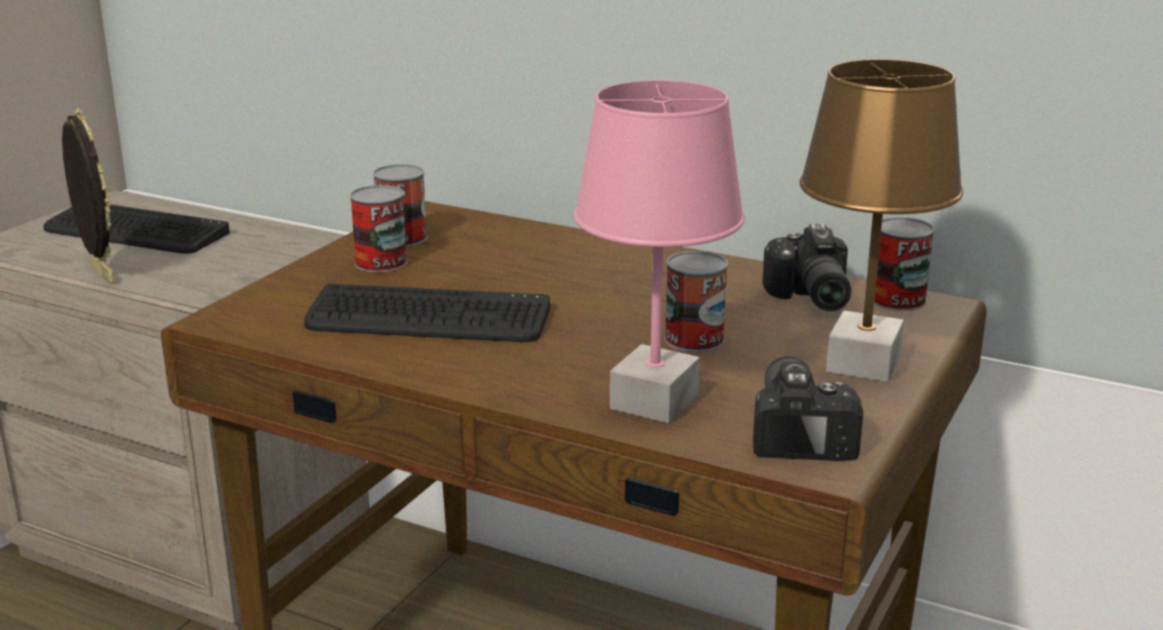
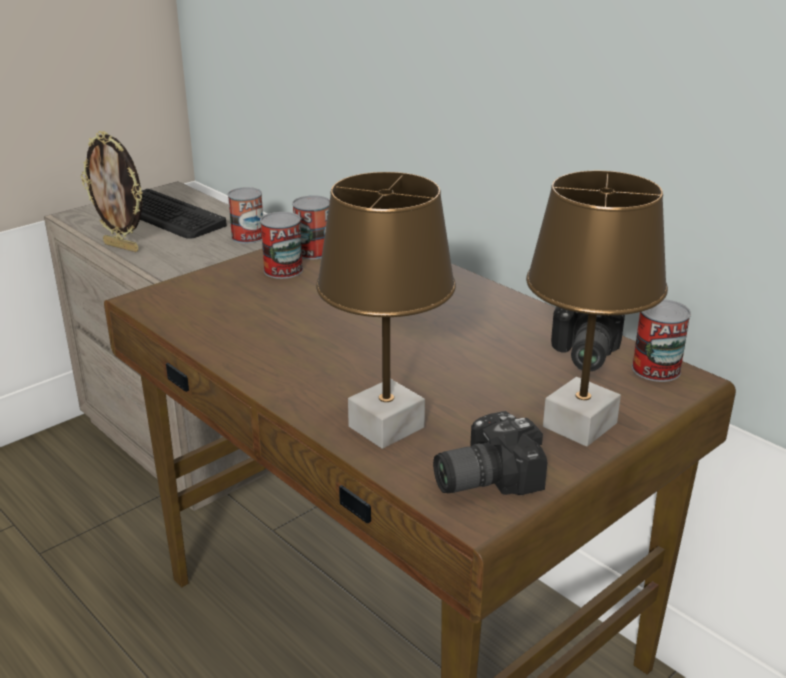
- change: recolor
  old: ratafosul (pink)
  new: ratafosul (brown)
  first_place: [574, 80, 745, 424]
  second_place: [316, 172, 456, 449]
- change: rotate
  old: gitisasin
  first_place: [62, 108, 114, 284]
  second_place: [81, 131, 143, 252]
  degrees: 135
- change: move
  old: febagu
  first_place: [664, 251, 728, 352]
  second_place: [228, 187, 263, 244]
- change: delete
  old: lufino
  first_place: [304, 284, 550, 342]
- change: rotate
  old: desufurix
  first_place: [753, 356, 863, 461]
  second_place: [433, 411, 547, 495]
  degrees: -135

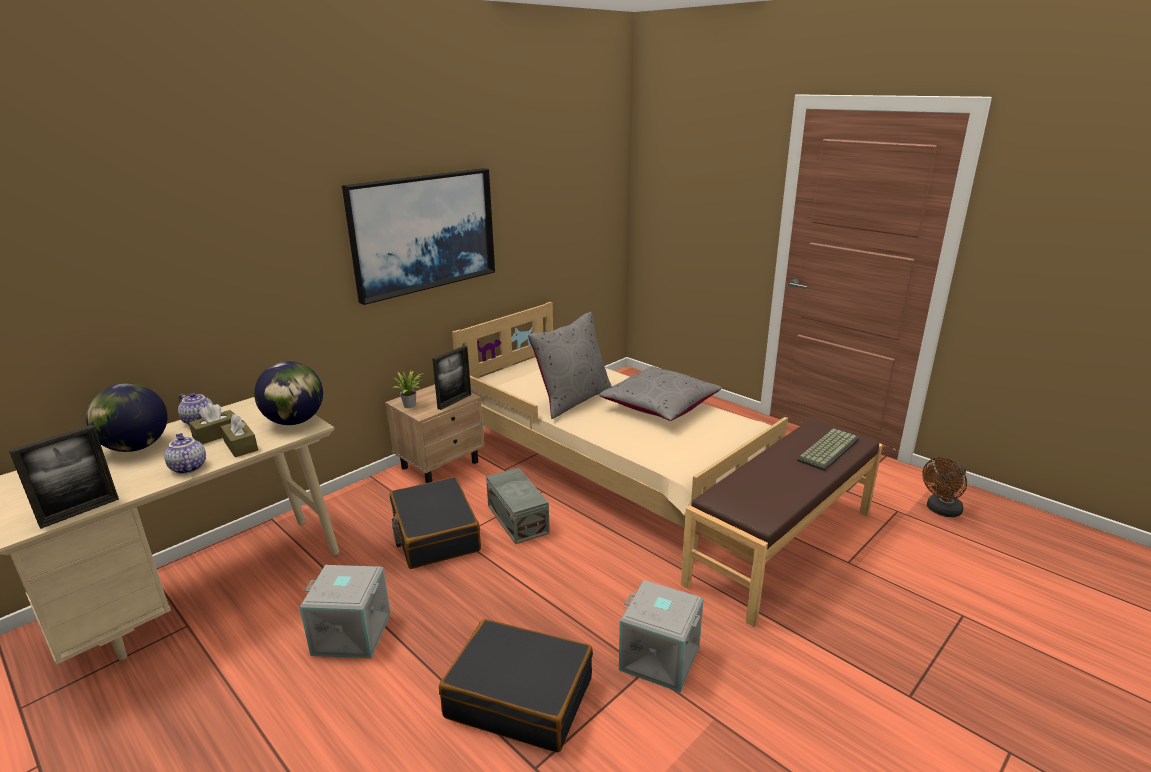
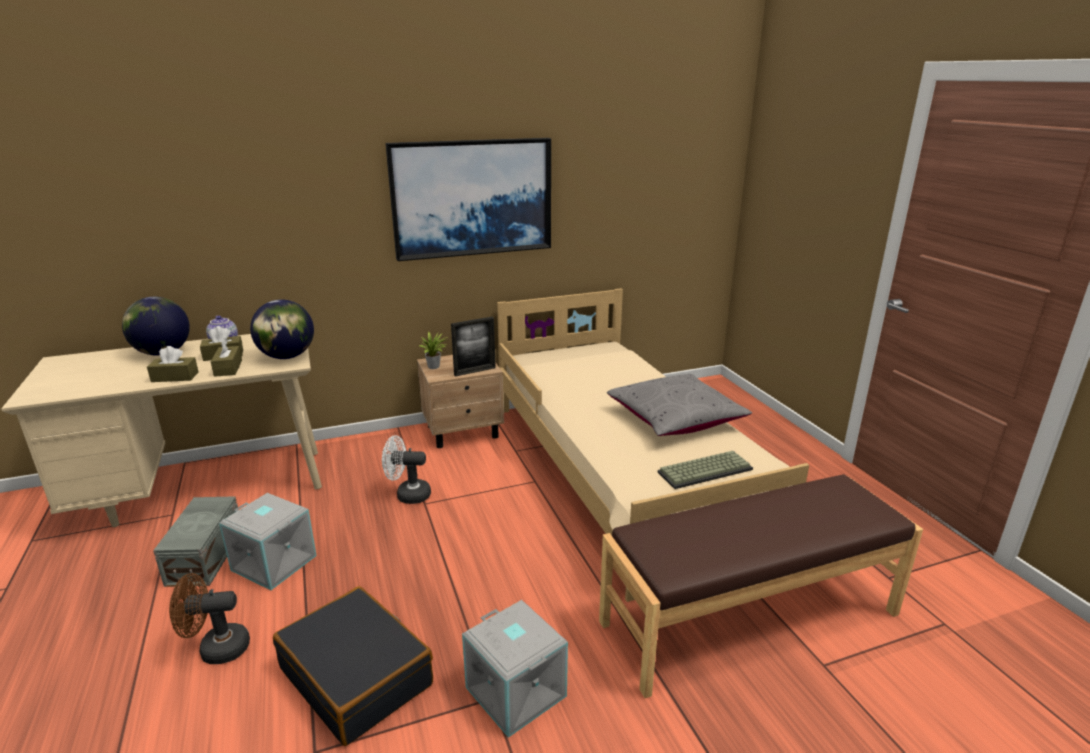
- change: delete
  old: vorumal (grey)
  first_place: [528, 312, 612, 419]
- change: delete
  old: gitisasin
  first_place: [9, 425, 119, 529]
- change: move
  old: lufino
  first_place: [797, 428, 859, 471]
  second_place: [658, 451, 753, 489]
- change: replace
  old: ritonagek
  new: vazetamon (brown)
  first_place: [164, 433, 206, 474]
  second_place: [147, 346, 198, 382]
- change: move
  old: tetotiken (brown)
  first_place: [922, 457, 967, 517]
  second_place: [169, 573, 250, 664]
- change: move
  old: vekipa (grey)
  first_place: [486, 468, 550, 544]
  second_place: [153, 496, 238, 587]
- change: replace
  old: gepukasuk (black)
  new: tetotiken (white)
  first_place: [390, 477, 481, 569]
  second_place: [382, 435, 431, 504]

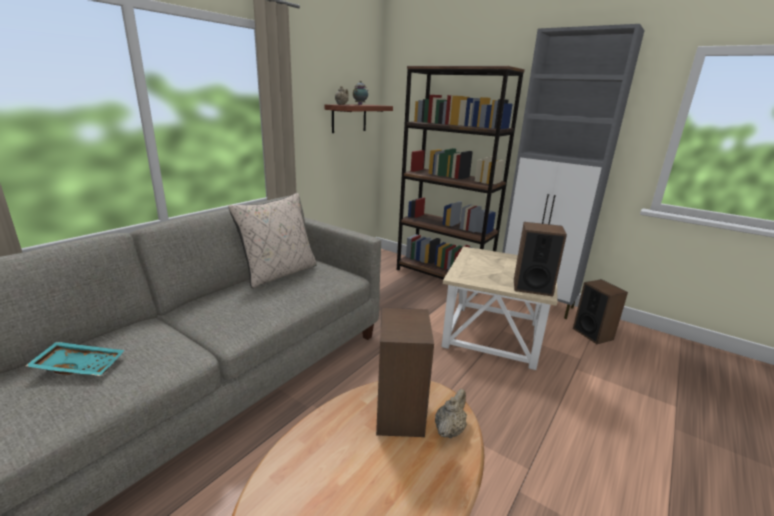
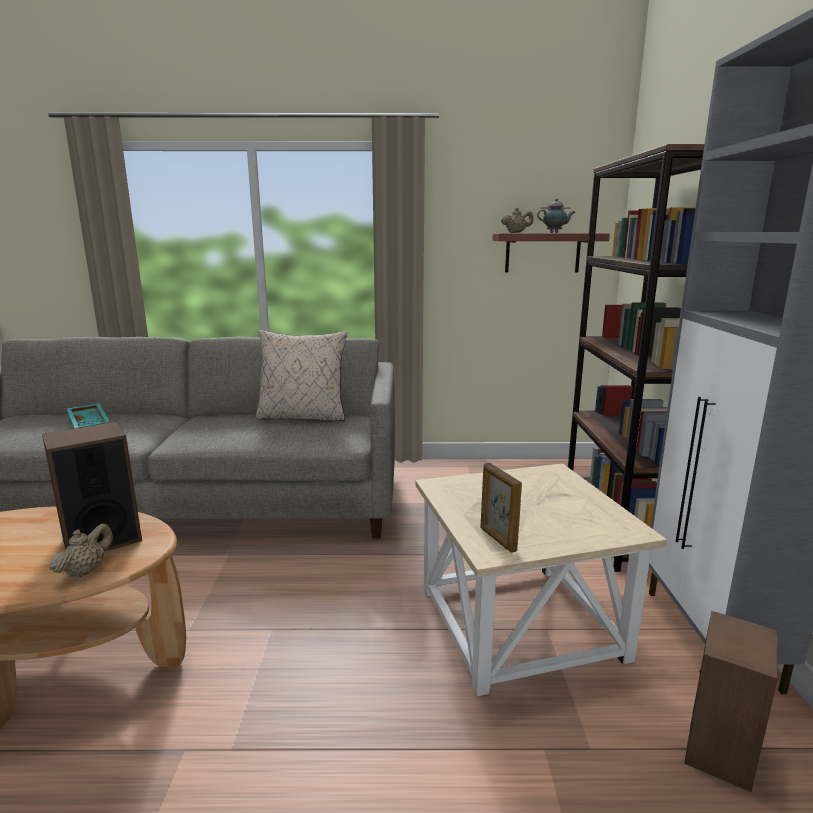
- change: replace
  old: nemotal
  new: gitisasin
  first_place: [514, 222, 567, 296]
  second_place: [480, 463, 522, 553]
- change: rotate
  old: ritonagek (beige)
  first_place: [435, 389, 467, 438]
  second_place: [50, 523, 113, 578]
  degrees: -60

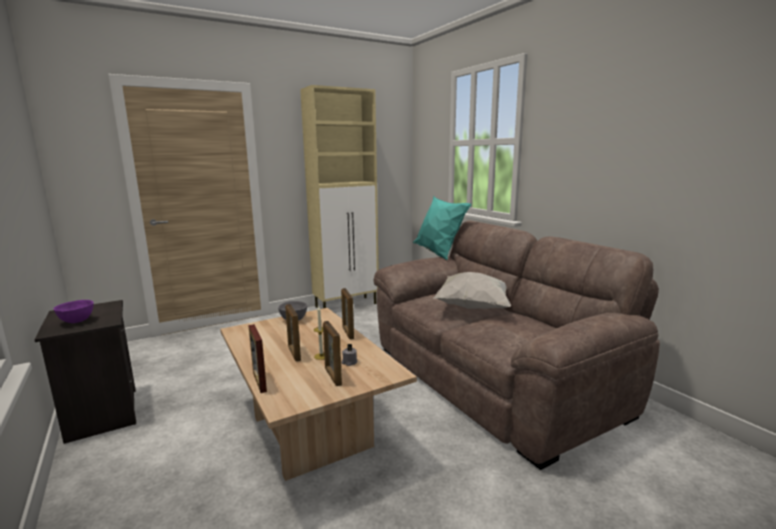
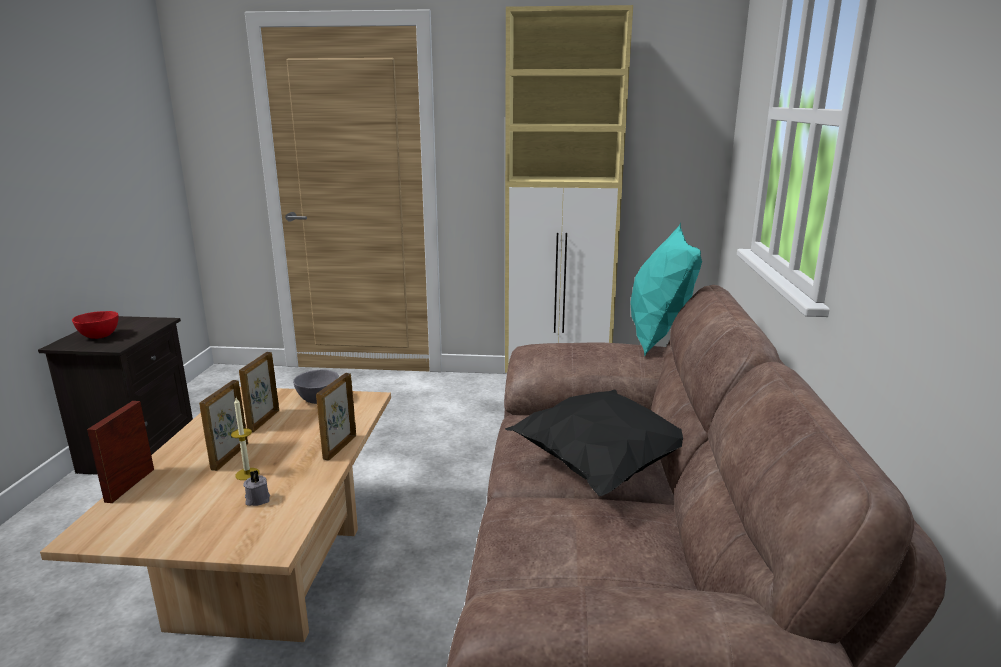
- change: recolor
  old: vorumal (white)
  new: vorumal (black)
  first_place: [434, 272, 511, 309]
  second_place: [505, 390, 683, 496]
- change: recolor
  old: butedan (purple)
  new: butedan (red)
  first_place: [53, 300, 94, 323]
  second_place: [72, 311, 119, 339]
- change: move
  old: gitisasin
  first_place: [323, 321, 342, 386]
  second_place: [239, 352, 279, 432]

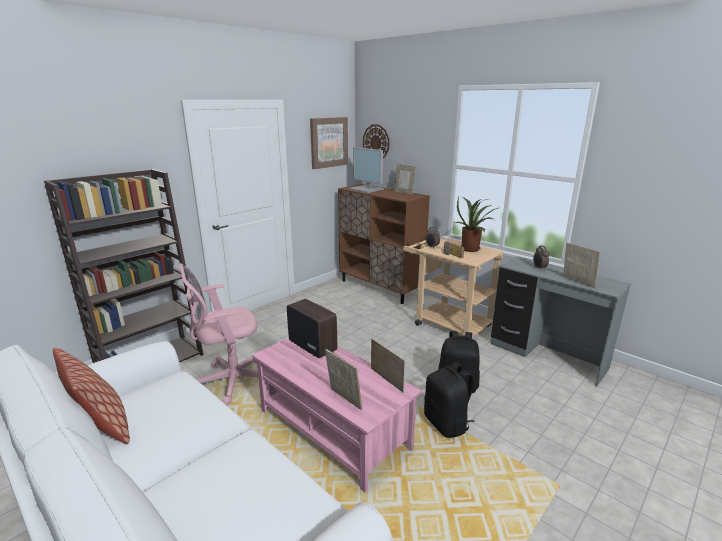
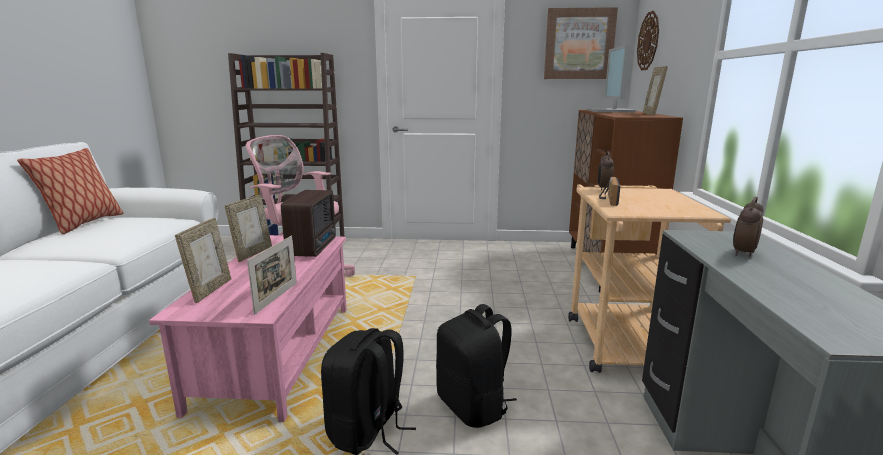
- change: delete
  old: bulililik
  first_place: [454, 196, 498, 252]
- change: move
  old: gitisasin
  first_place: [563, 243, 600, 288]
  second_place: [224, 195, 272, 262]

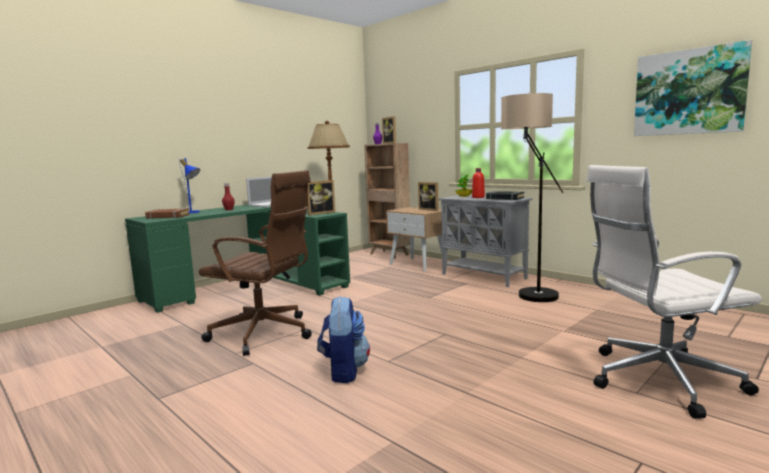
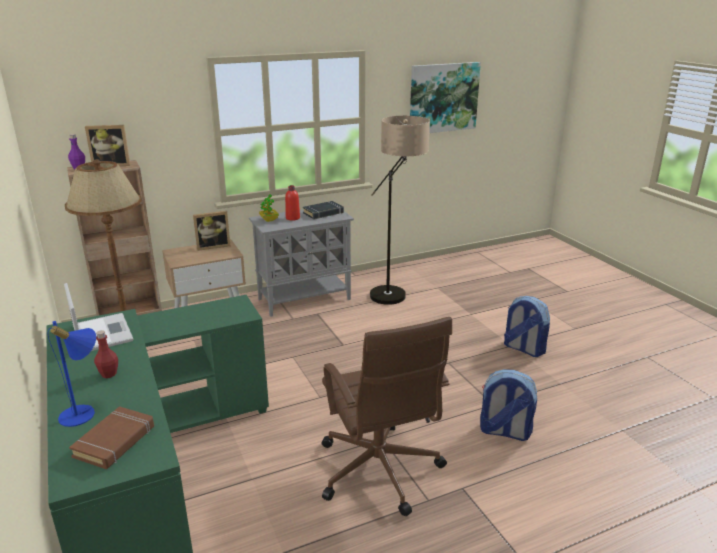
- change: delete
  old: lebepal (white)
  first_place: [586, 165, 762, 419]
- change: rotate
  old: lebepal (brown)
  first_place: [199, 170, 312, 356]
  second_place: [321, 317, 452, 516]
  degrees: 120
- change: delete
  old: gitisasin
  first_place: [307, 180, 335, 215]
- change: insert
  new: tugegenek
  second_place: [504, 296, 550, 357]

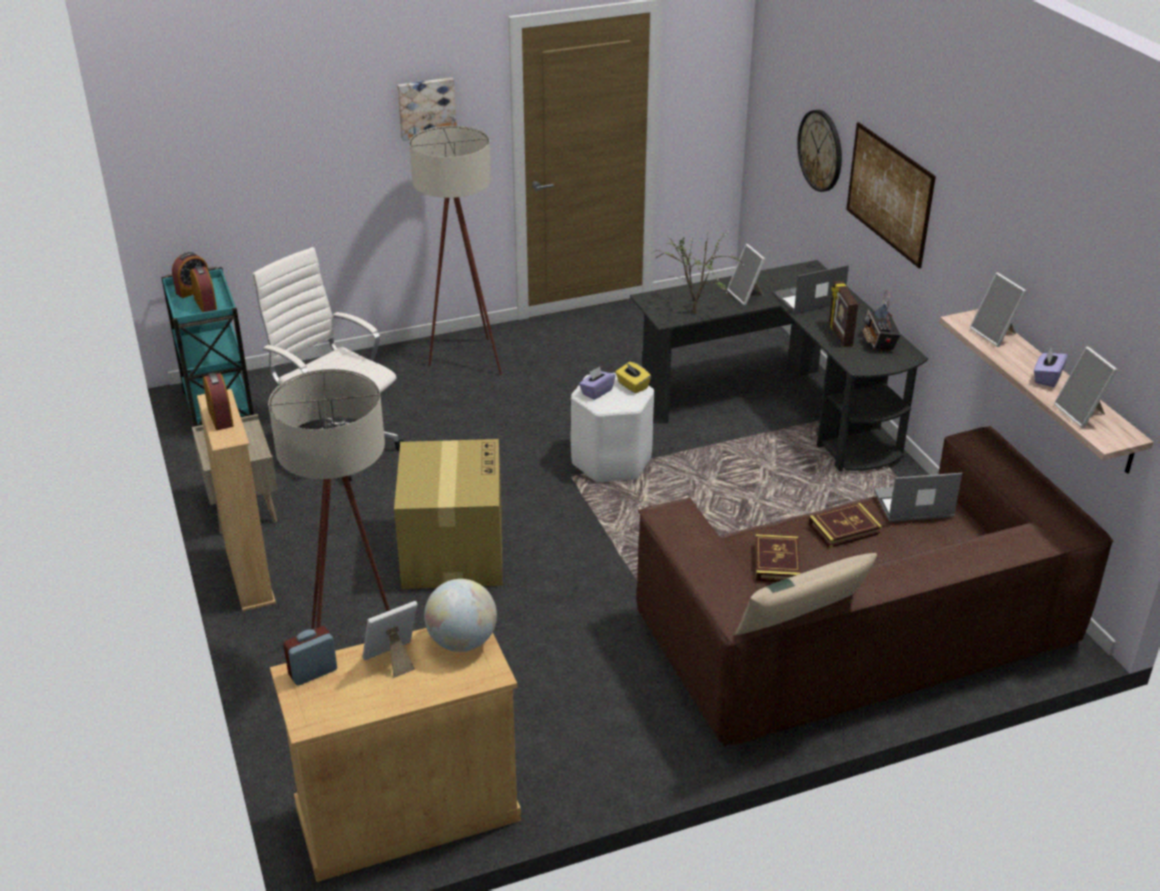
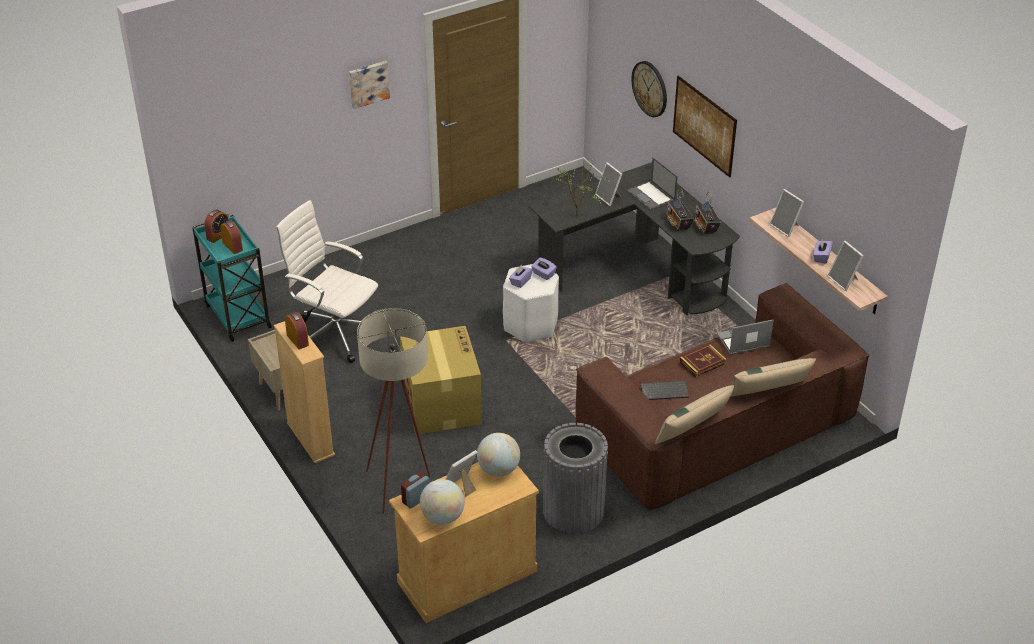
- change: delete
  old: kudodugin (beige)
  first_place: [409, 126, 502, 375]
- change: rotate
  old: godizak
  first_place: [772, 265, 849, 314]
  second_place: [627, 158, 678, 211]
  degrees: -90
- change: replace
  old: gitisasin
  new: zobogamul
  first_place: [829, 281, 858, 347]
  second_place: [666, 188, 694, 231]
- change: recolor
  old: vazetamon (yellow)
  new: vazetamon (purple)
  first_place: [615, 362, 651, 394]
  second_place: [531, 257, 557, 280]
- change: replace
  old: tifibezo
  new: lufino
  first_place: [755, 534, 801, 582]
  second_place: [641, 381, 689, 400]
- change: insert
  new: vorumal (beige)
  second_place: [730, 358, 816, 397]
- change: insert
  new: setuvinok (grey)
  second_place: [543, 423, 608, 534]
- change: insert
  new: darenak
  second_place: [420, 479, 465, 525]

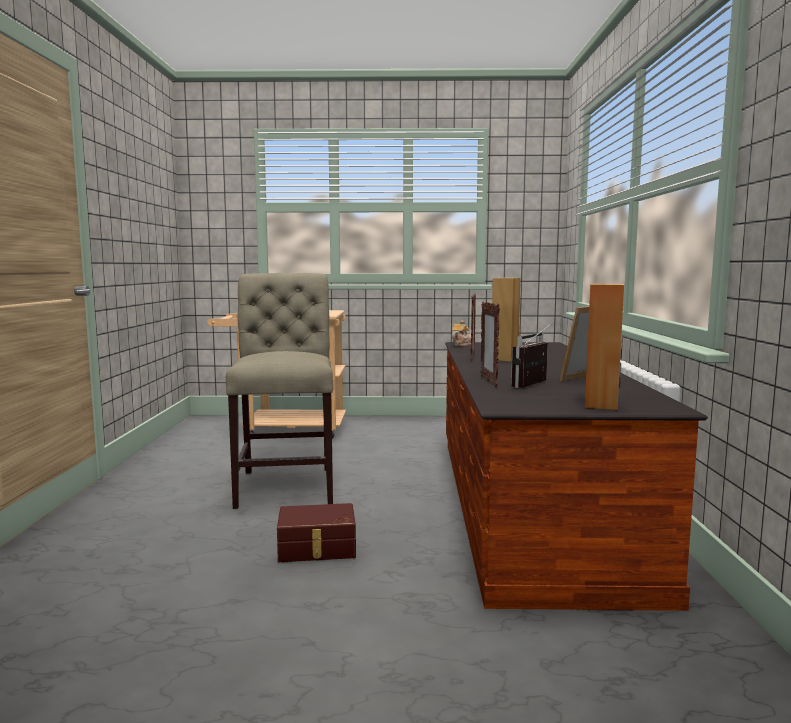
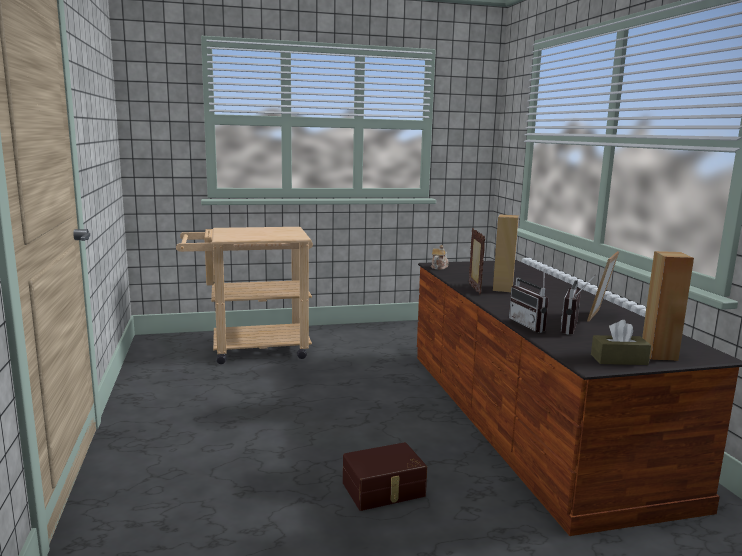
- change: delete
  old: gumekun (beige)
  first_place: [226, 273, 333, 509]
- change: replace
  old: gitisasin
  new: zobogamul
  first_place: [481, 302, 500, 387]
  second_place: [509, 274, 549, 333]
- change: insert
  new: vazetamon (brown)
  second_place: [591, 320, 651, 365]

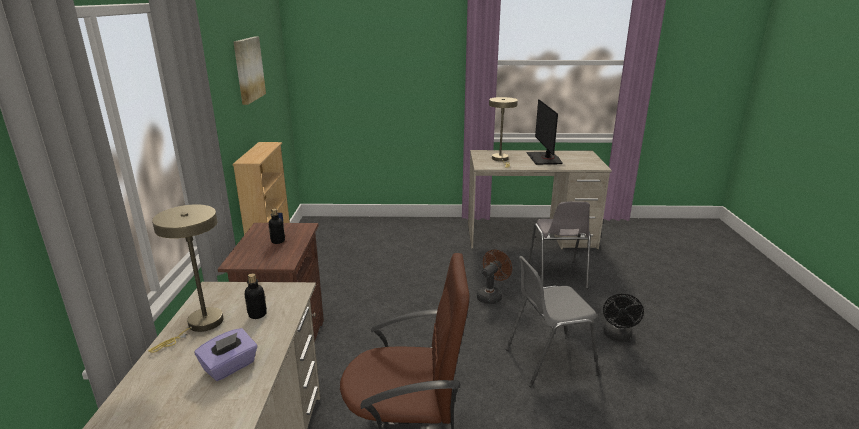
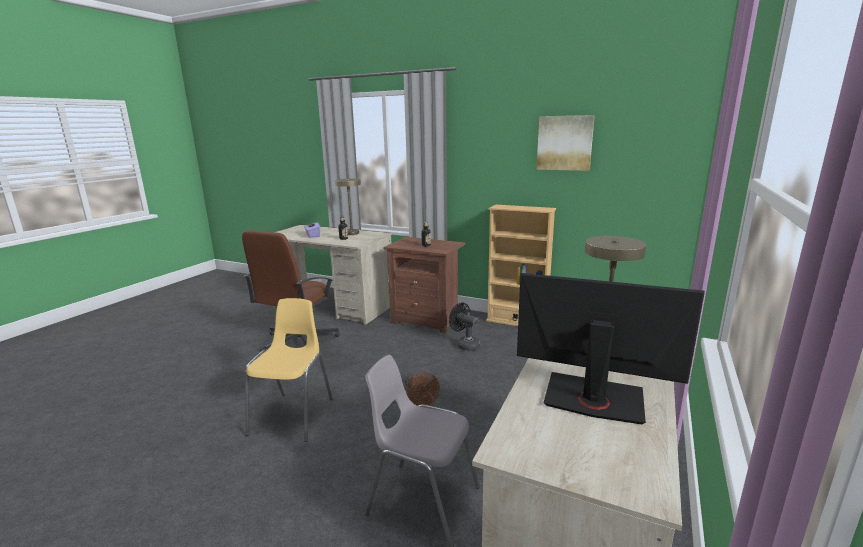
- change: recolor
  old: gumekun (grey)
  new: gumekun (yellow)
  first_place: [505, 256, 599, 387]
  second_place: [245, 298, 333, 442]
- change: move
  old: tetotiken (black)
  first_place: [603, 293, 644, 342]
  second_place: [449, 302, 480, 351]

